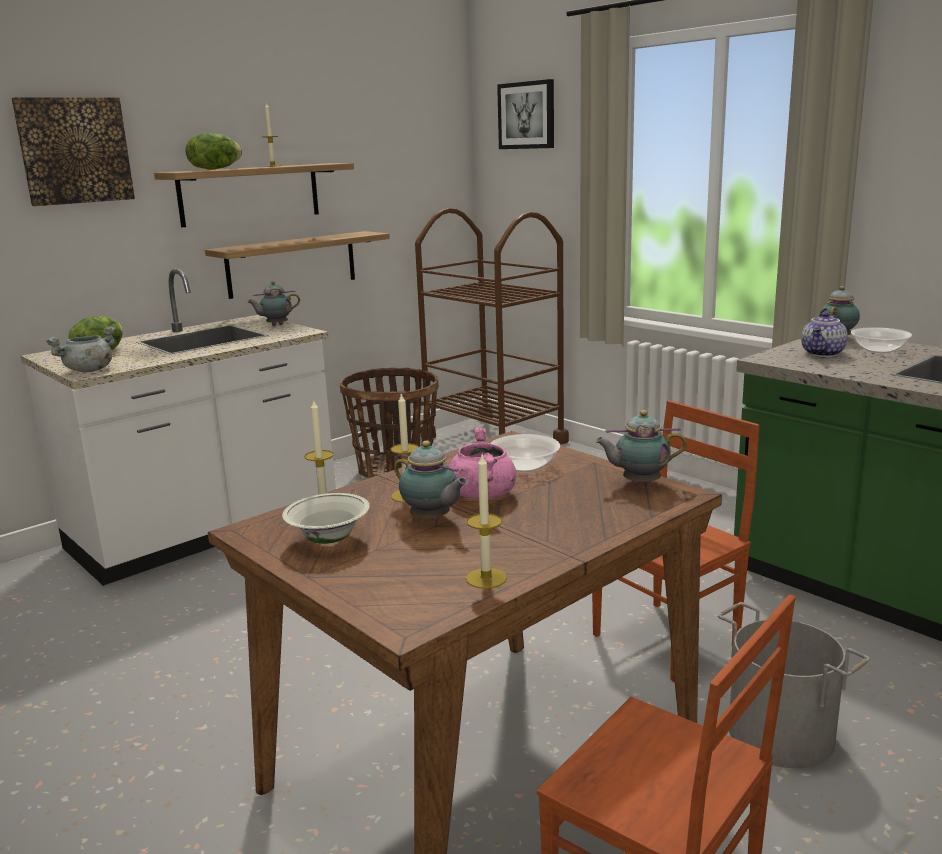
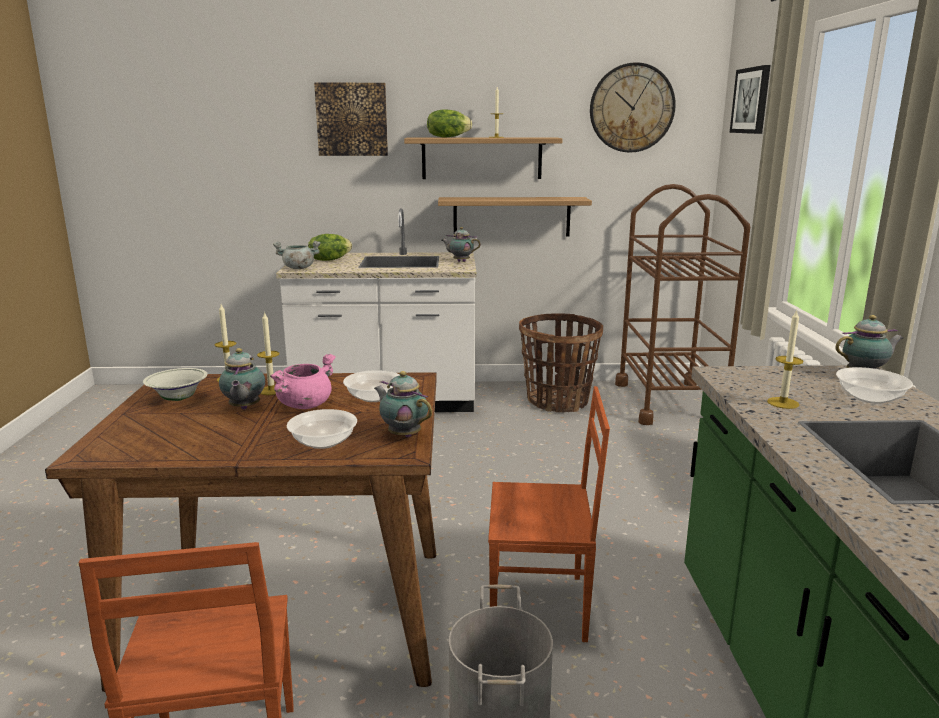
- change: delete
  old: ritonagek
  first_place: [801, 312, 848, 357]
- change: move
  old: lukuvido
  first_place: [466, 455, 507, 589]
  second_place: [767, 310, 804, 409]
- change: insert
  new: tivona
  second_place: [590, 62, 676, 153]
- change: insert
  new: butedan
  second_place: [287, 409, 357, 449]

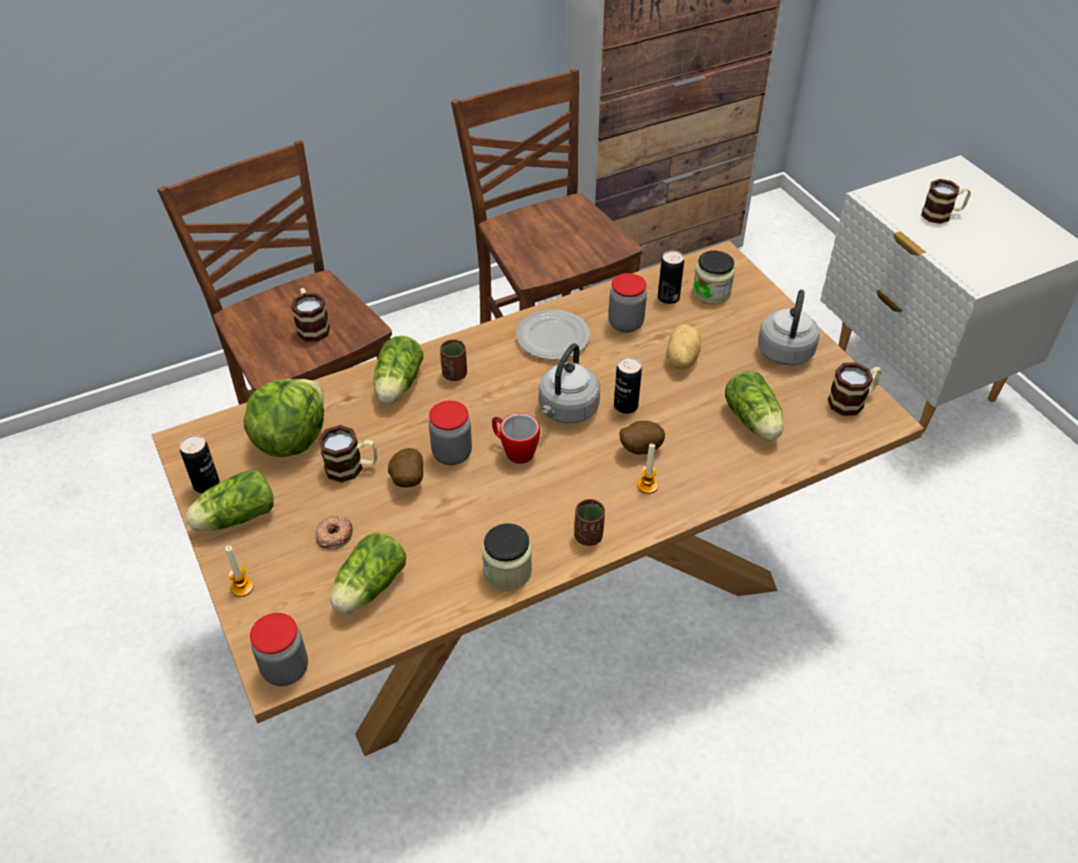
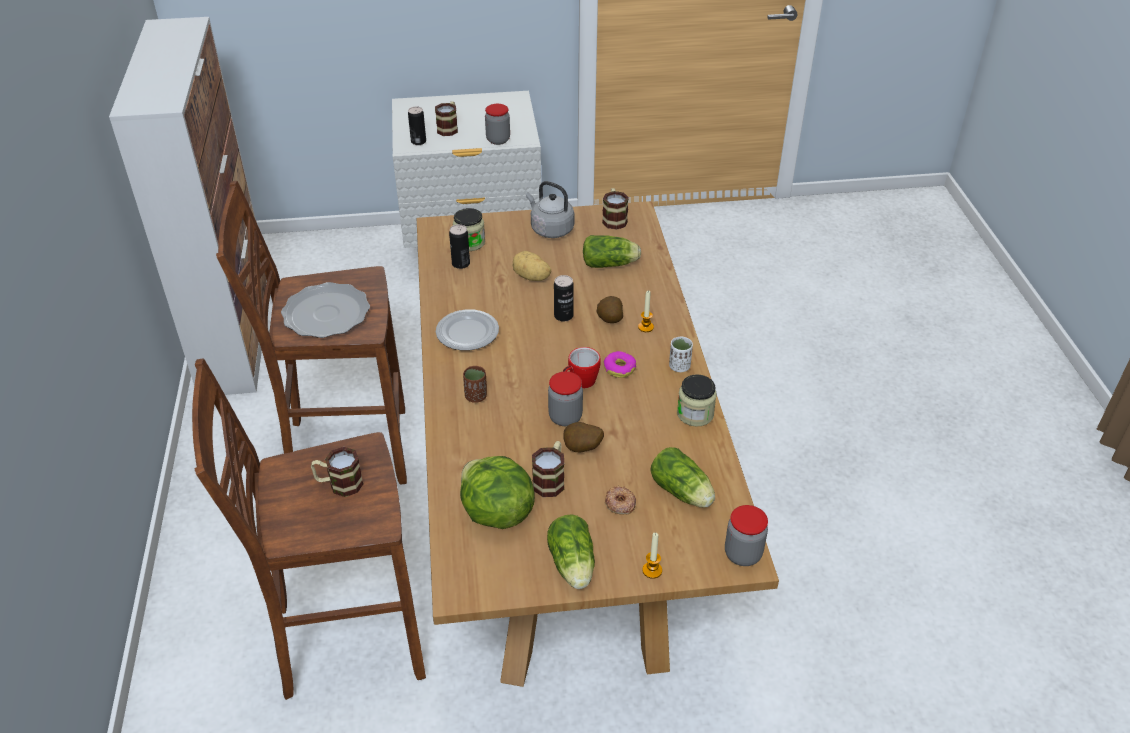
- change: move
  old: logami
  first_place: [608, 273, 647, 333]
  second_place: [485, 104, 510, 145]
- change: delete
  old: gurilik
  first_place: [374, 336, 424, 403]
- change: delete
  old: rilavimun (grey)
  first_place: [539, 343, 600, 423]
- change: move
  old: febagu
  first_place: [180, 435, 220, 493]
  second_place: [408, 106, 426, 145]
- change: recolor
  old: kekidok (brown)
  new: kekidok (white)
  first_place: [574, 499, 605, 546]
  second_place: [669, 336, 693, 372]
- change: insert
  new: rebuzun
  second_place: [281, 282, 370, 338]
- change: insert
  new: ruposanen
  second_place: [604, 351, 636, 378]

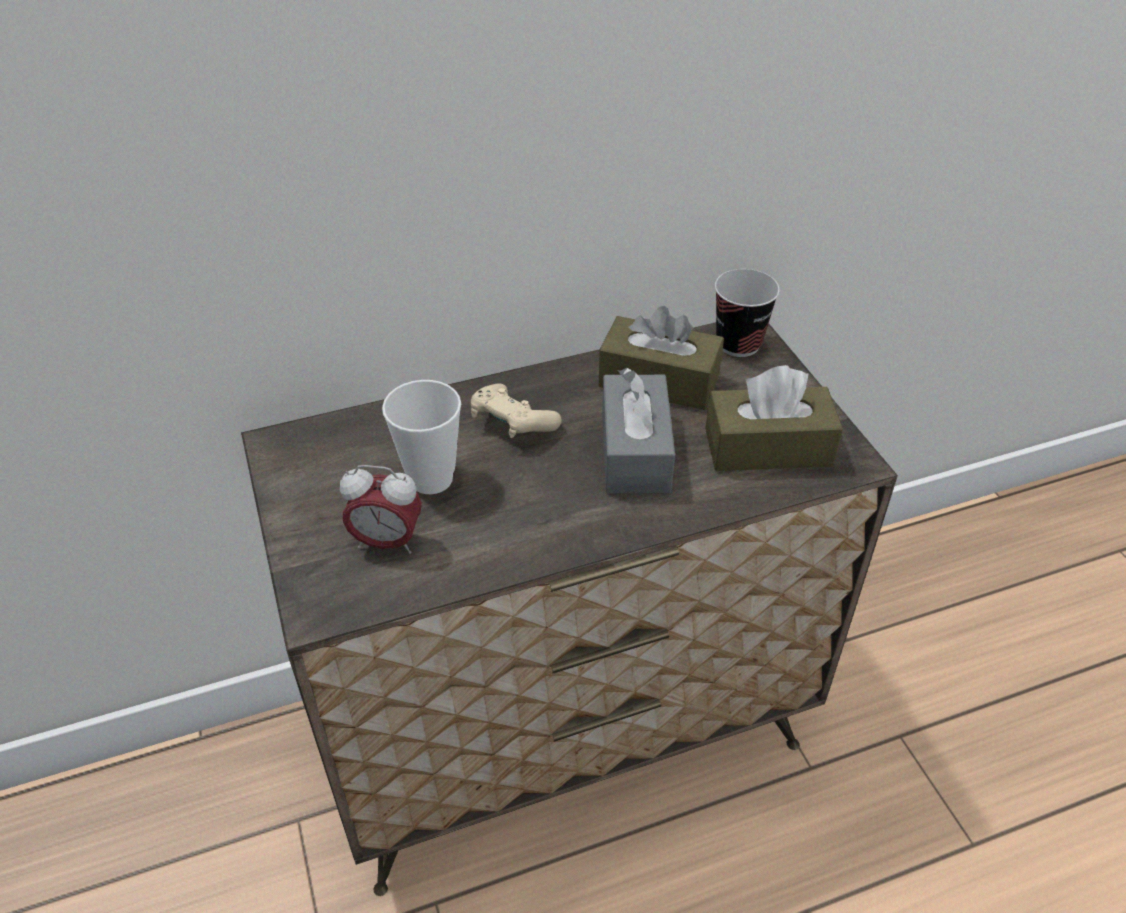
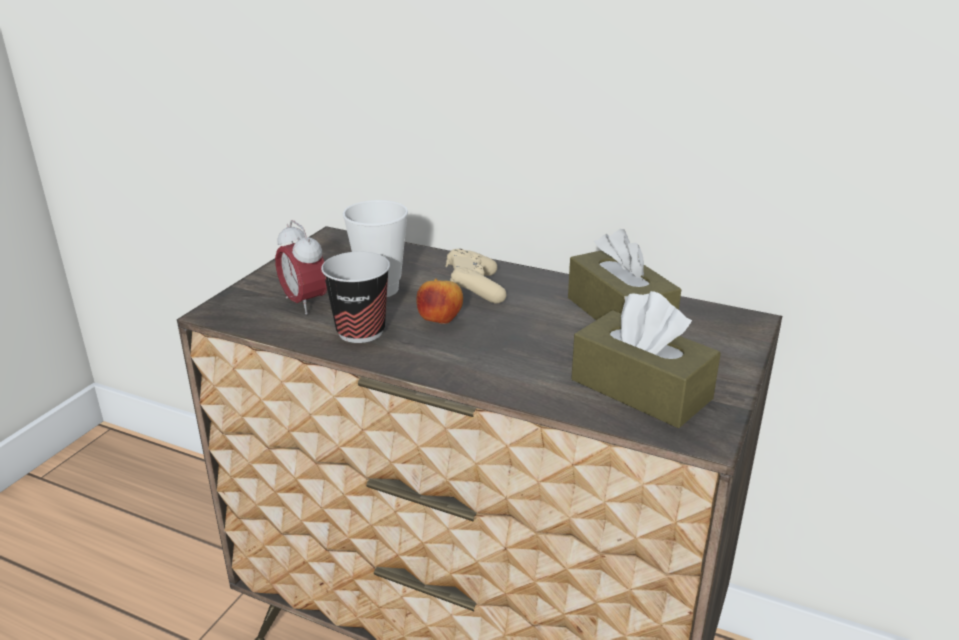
- change: move
  old: kekidok
  first_place: [715, 269, 780, 357]
  second_place: [321, 252, 390, 343]
- change: delete
  old: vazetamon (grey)
  first_place: [602, 368, 675, 493]
- change: insert
  new: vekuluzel
  second_place: [416, 278, 463, 324]

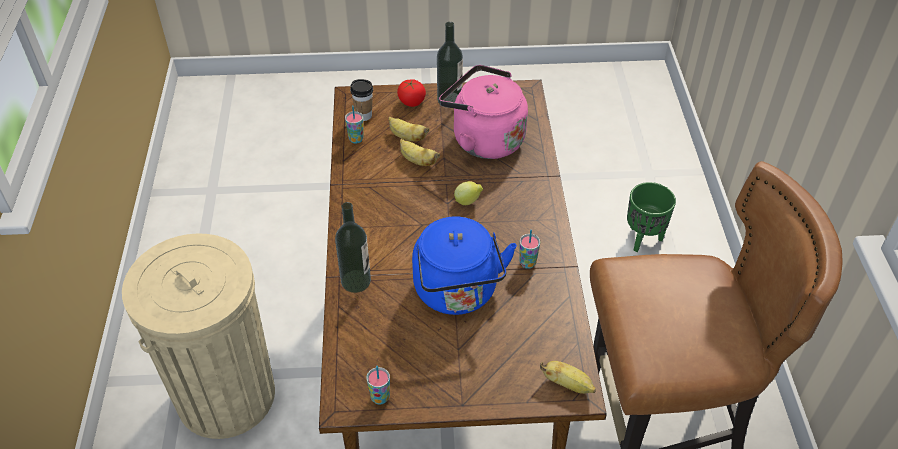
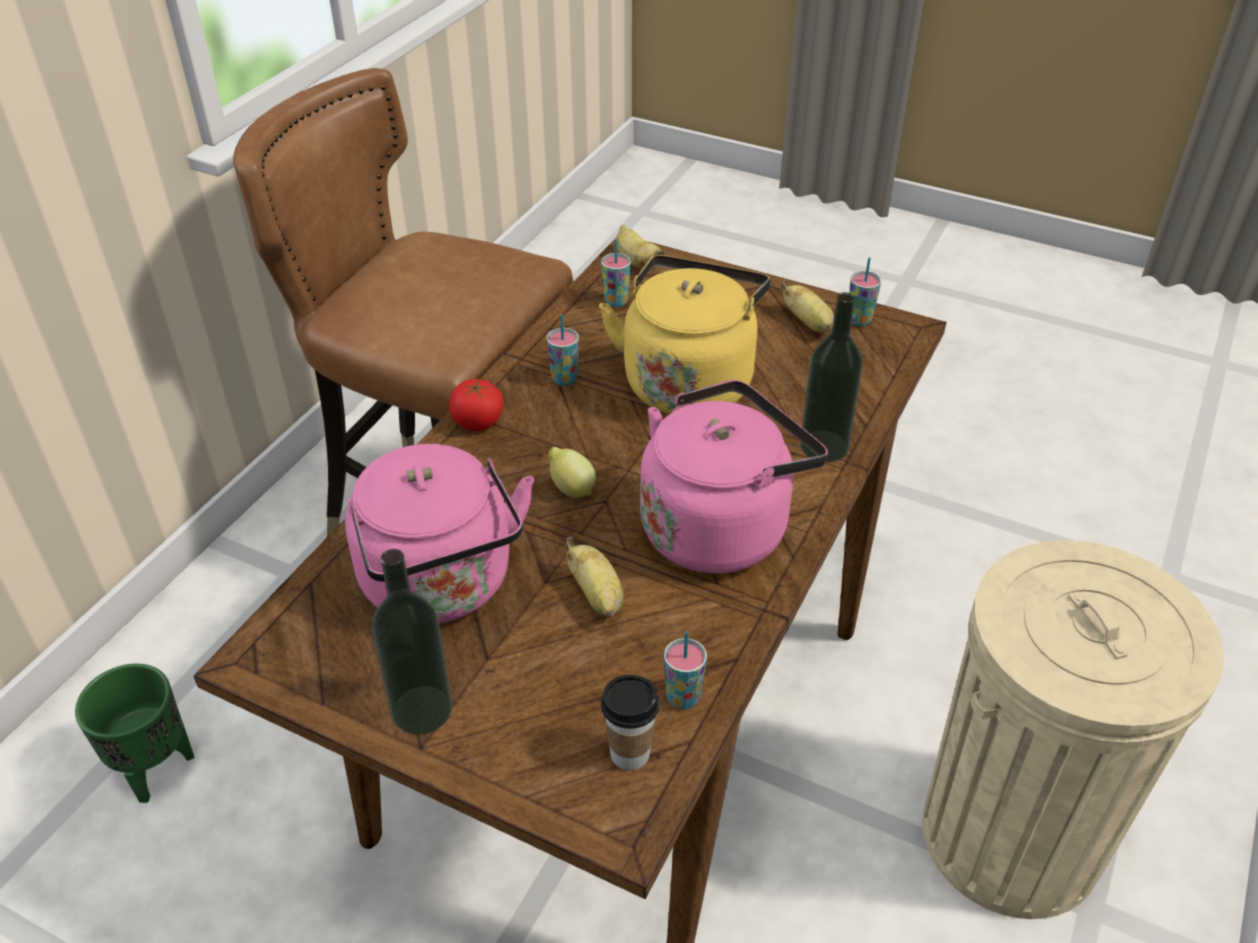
- change: move
  old: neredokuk
  first_place: [397, 79, 426, 107]
  second_place: [449, 379, 503, 431]
- change: move
  old: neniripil
  first_place: [388, 117, 429, 141]
  second_place: [781, 279, 834, 333]
- change: recolor
  old: rilavimun (blue)
  new: rilavimun (yellow)
  first_place: [412, 216, 517, 315]
  second_place: [599, 255, 771, 414]
- change: insert
  new: kekidok
  second_place: [601, 239, 631, 307]
- change: insert
  new: rilavimun (pink)
  second_place: [640, 380, 828, 574]

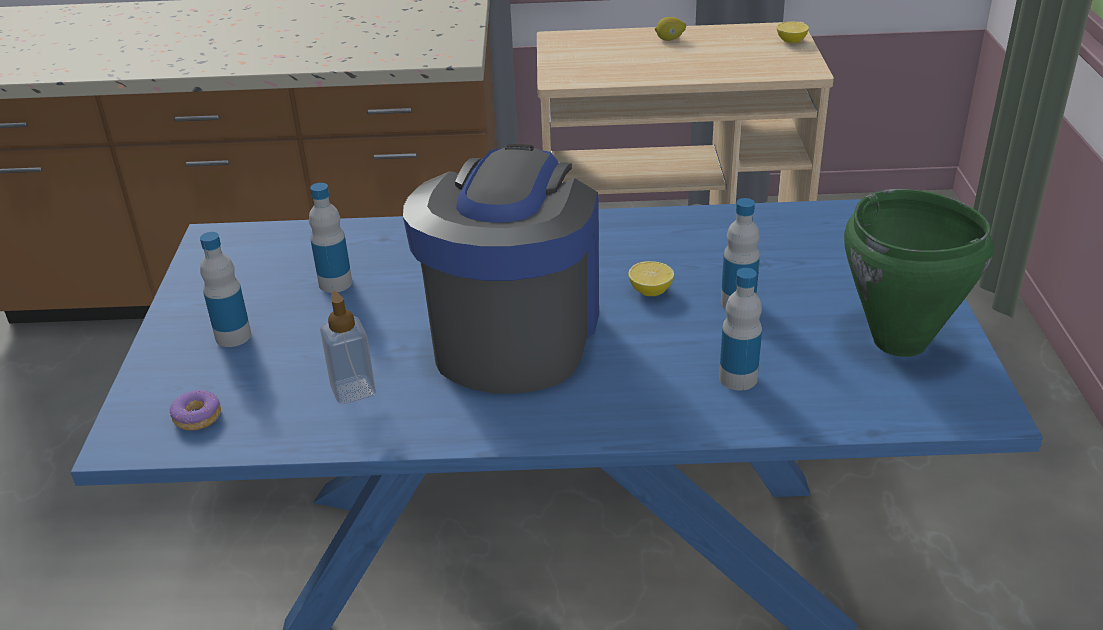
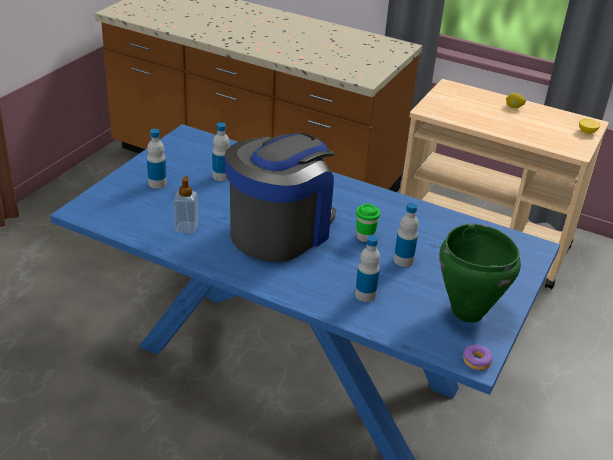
- change: replace
  old: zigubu
  new: kekidok (green)
  first_place: [628, 261, 674, 296]
  second_place: [356, 204, 380, 242]
- change: move
  old: ruposanen
  first_place: [170, 390, 221, 431]
  second_place: [463, 345, 493, 370]

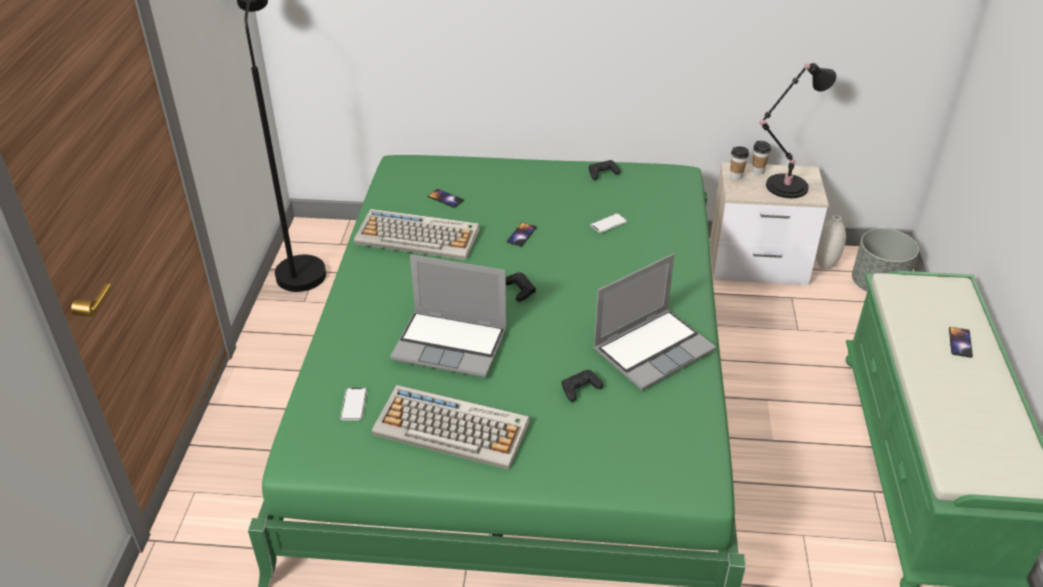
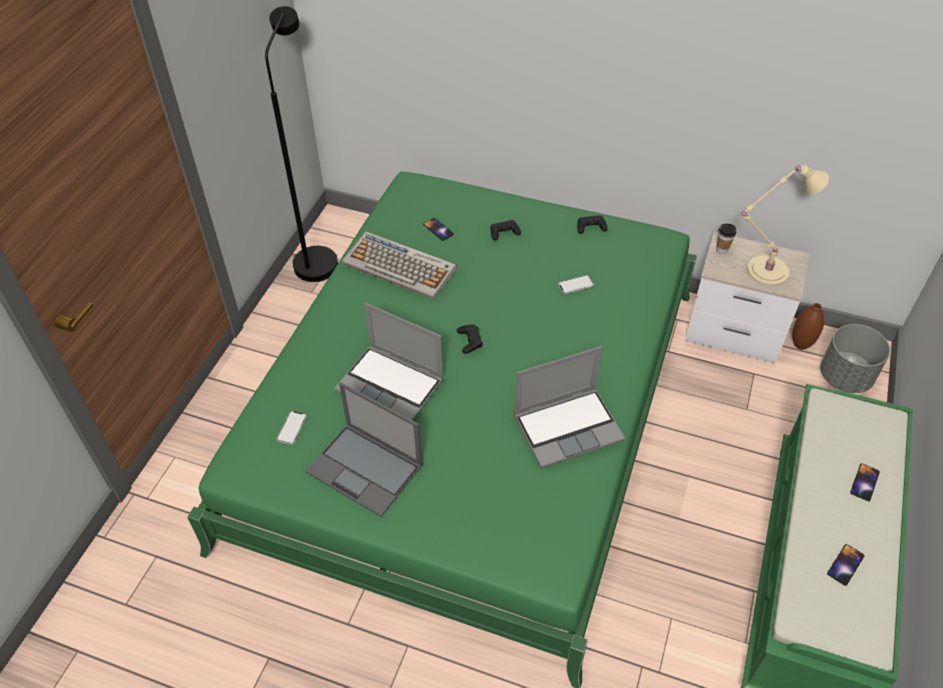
- change: recolor
  old: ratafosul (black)
  new: ratafosul (beige)
  first_place: [760, 63, 836, 198]
  second_place: [741, 165, 829, 286]
- change: delete
  old: kekidok
  first_place: [752, 141, 771, 174]
- change: recolor
  old: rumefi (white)
  new: rumefi (brown)
  first_place: [816, 215, 846, 269]
  second_place: [792, 303, 824, 350]
- change: move
  old: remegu
  first_place: [507, 223, 537, 247]
  second_place: [827, 544, 864, 586]
- change: move
  old: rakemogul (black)
  first_place: [562, 370, 603, 402]
  second_place: [490, 220, 521, 241]
- change: replace
  old: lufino
  new: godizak
  first_place: [372, 385, 530, 469]
  second_place: [306, 382, 422, 517]

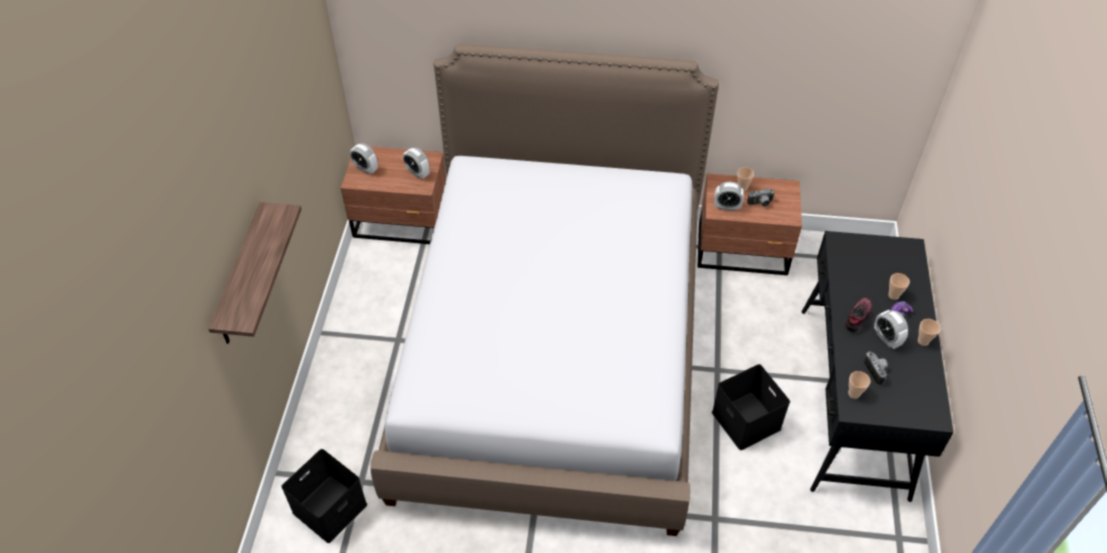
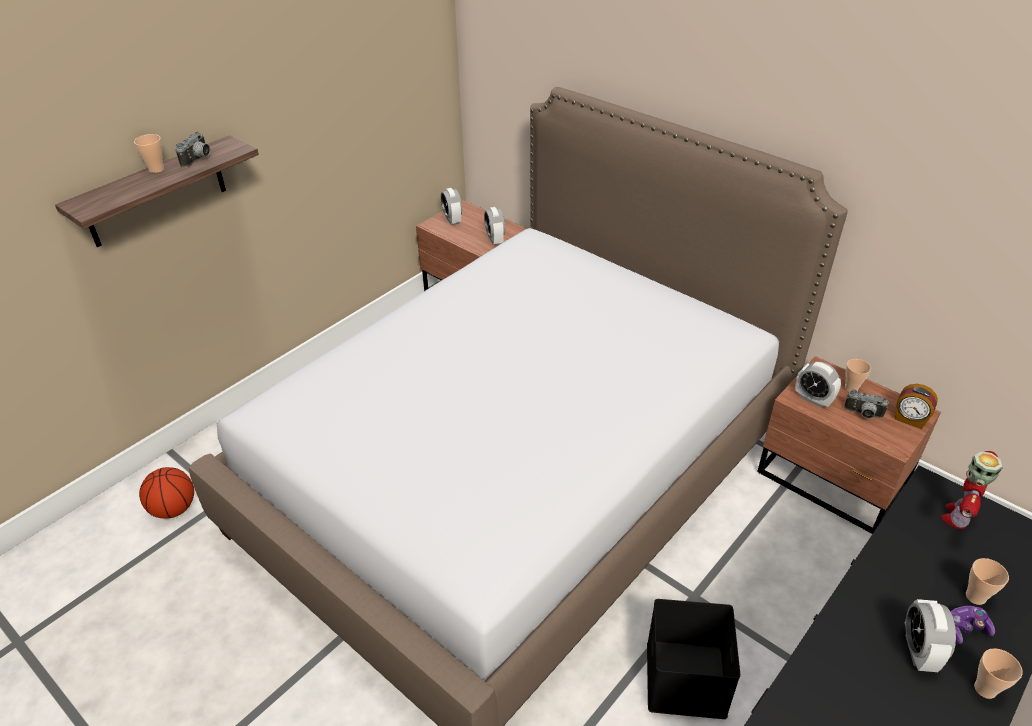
- change: delete
  old: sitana
  first_place: [845, 298, 872, 332]
- change: move
  old: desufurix
  first_place: [864, 352, 888, 386]
  second_place: [175, 132, 210, 168]
- change: move
  old: kekidok
  first_place: [848, 371, 871, 399]
  second_place: [134, 134, 164, 173]
- change: replace
  old: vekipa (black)
  new: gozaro
  first_place: [281, 449, 367, 543]
  second_place: [139, 467, 194, 519]
- change: insert
  new: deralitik
  second_place: [895, 384, 938, 429]
- change: insert
  new: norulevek
  second_place: [941, 451, 1003, 529]

